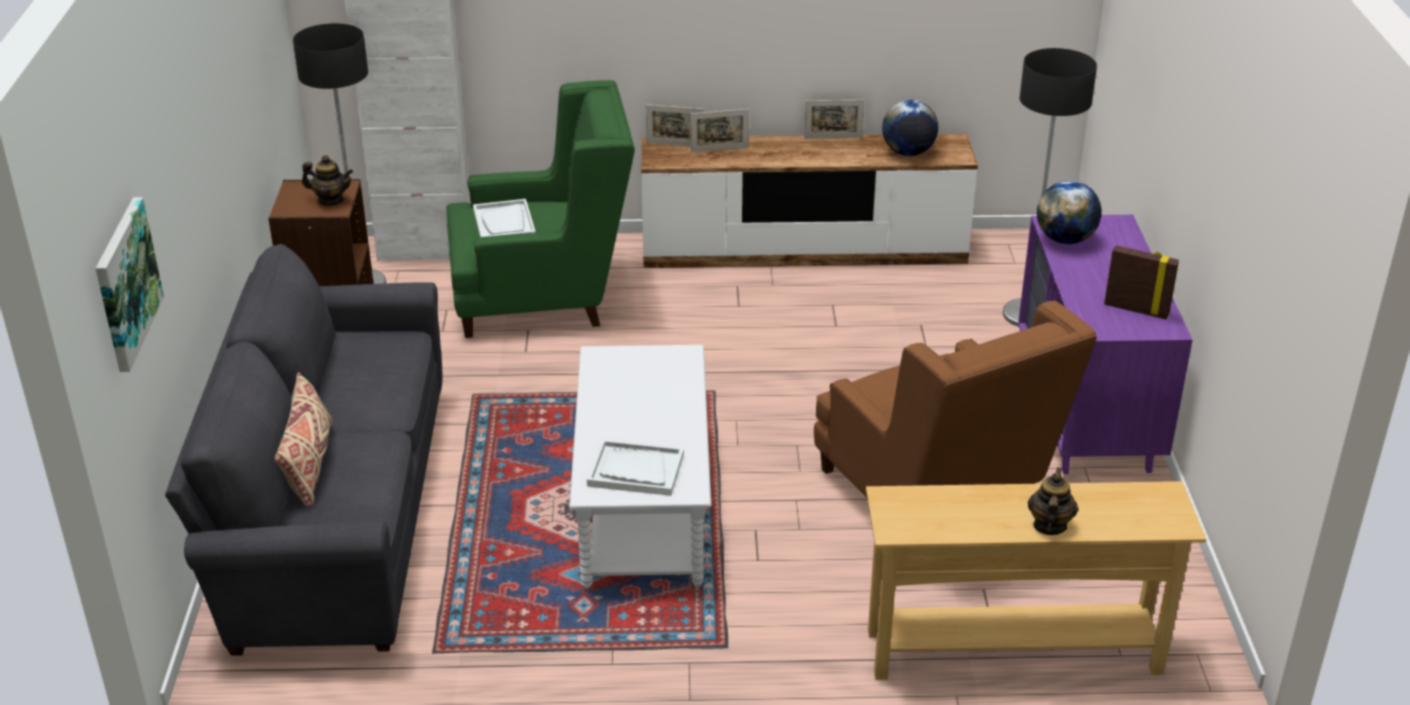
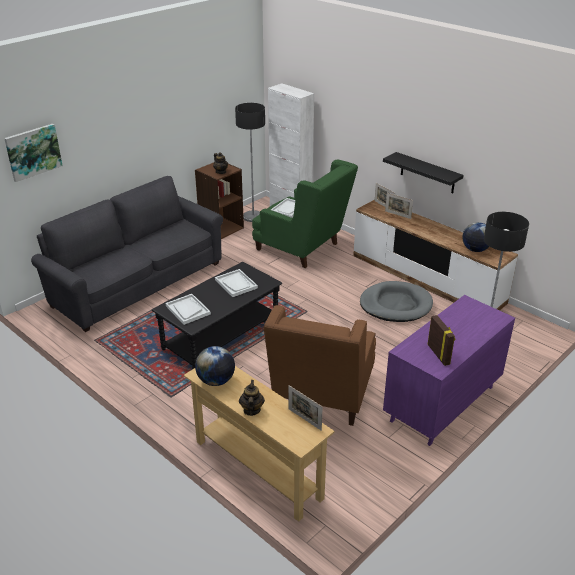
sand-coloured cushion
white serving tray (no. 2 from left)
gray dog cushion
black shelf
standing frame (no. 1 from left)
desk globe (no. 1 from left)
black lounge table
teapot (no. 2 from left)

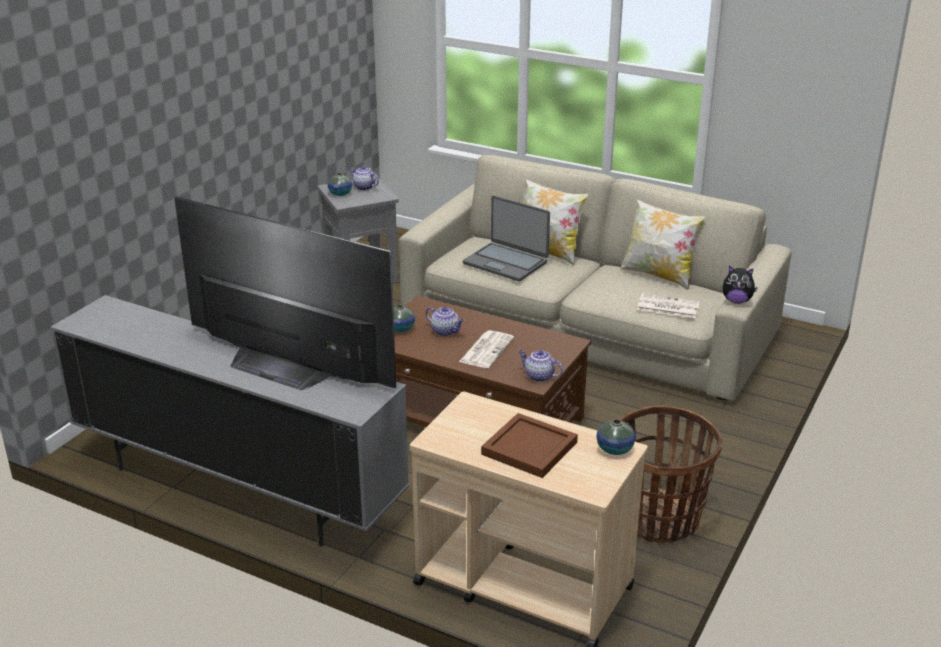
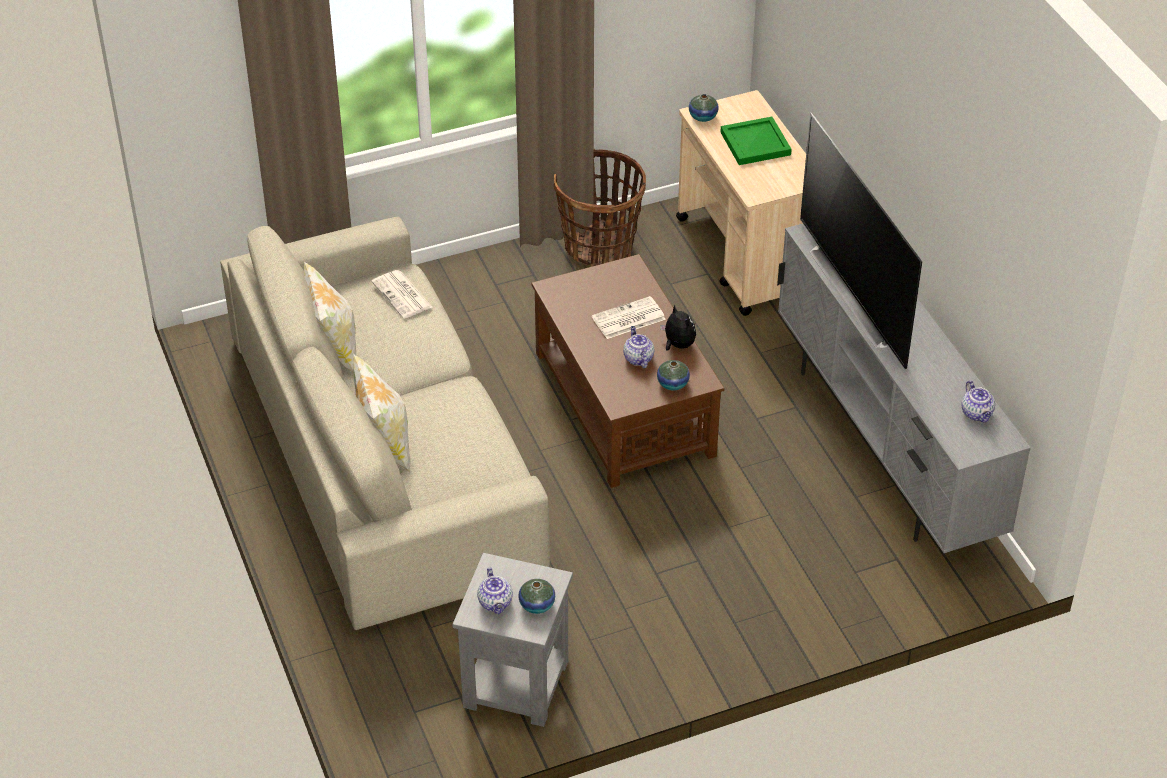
laptop
teapot (no. 3 from left)
soft toy
green serving tray

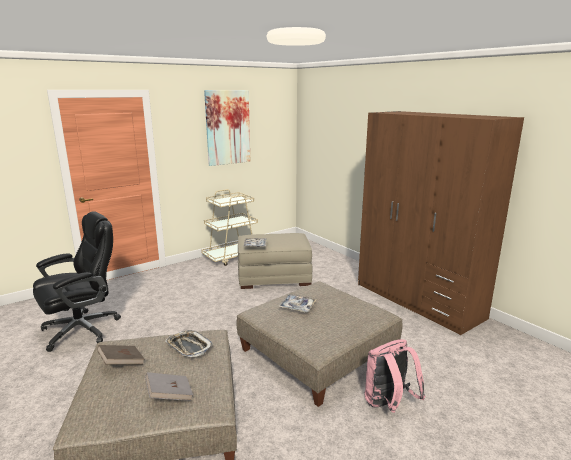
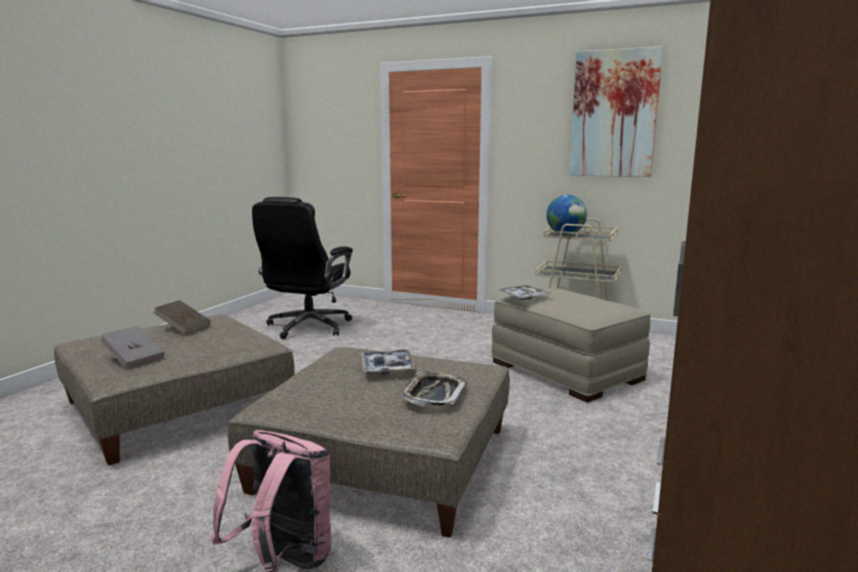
desk globe
serving tray (no. 2 from left)
black desk chair

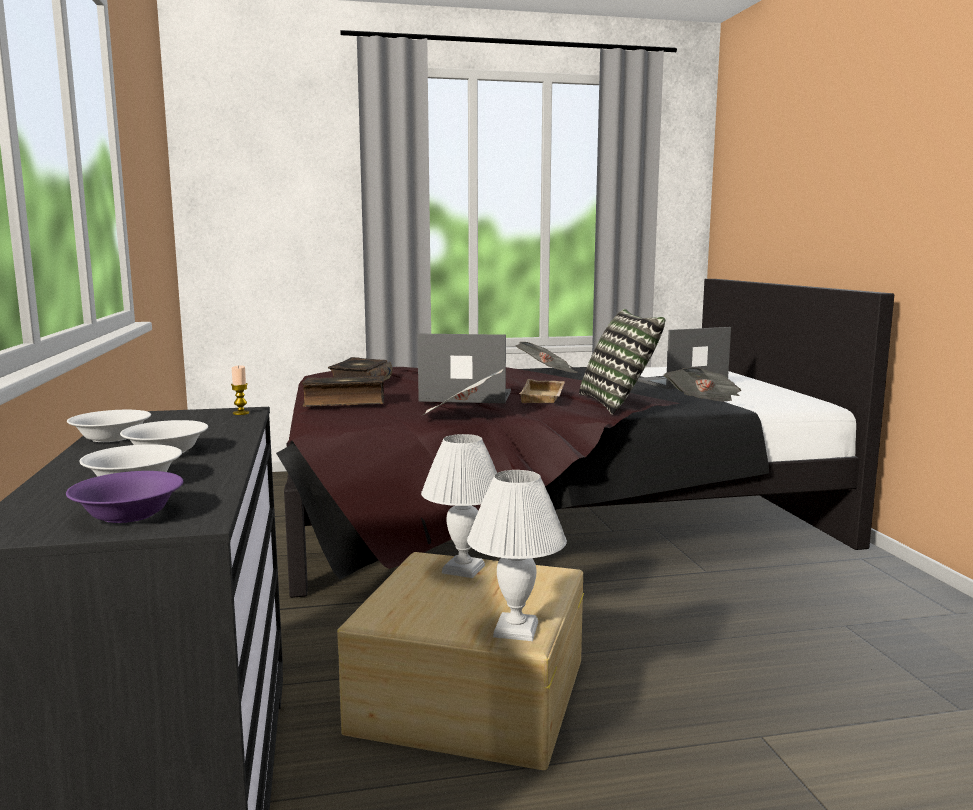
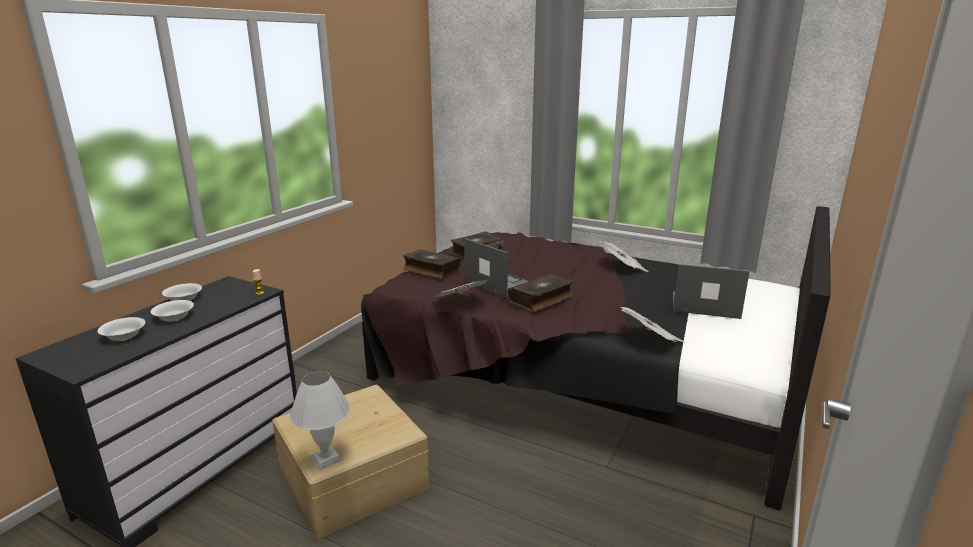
purple serving bowl
white table lamp (no. 1 from left in the first image)
cushion
book (no. 3 from left)

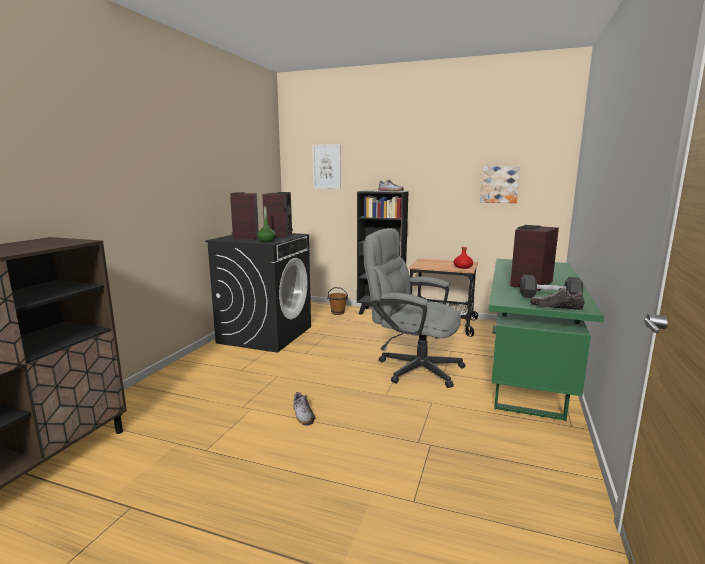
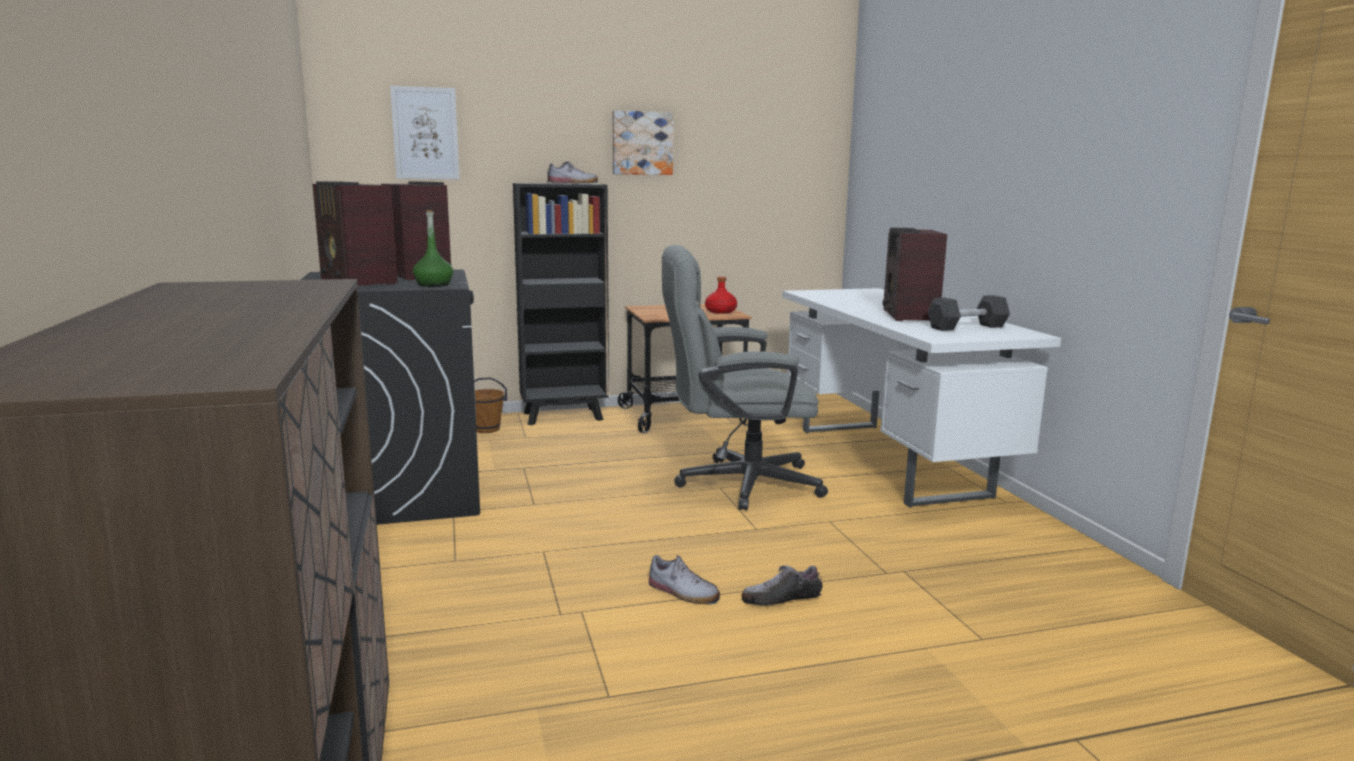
wall picture (no. 2 from left)
shoe (no. 3 from left)
white desk table

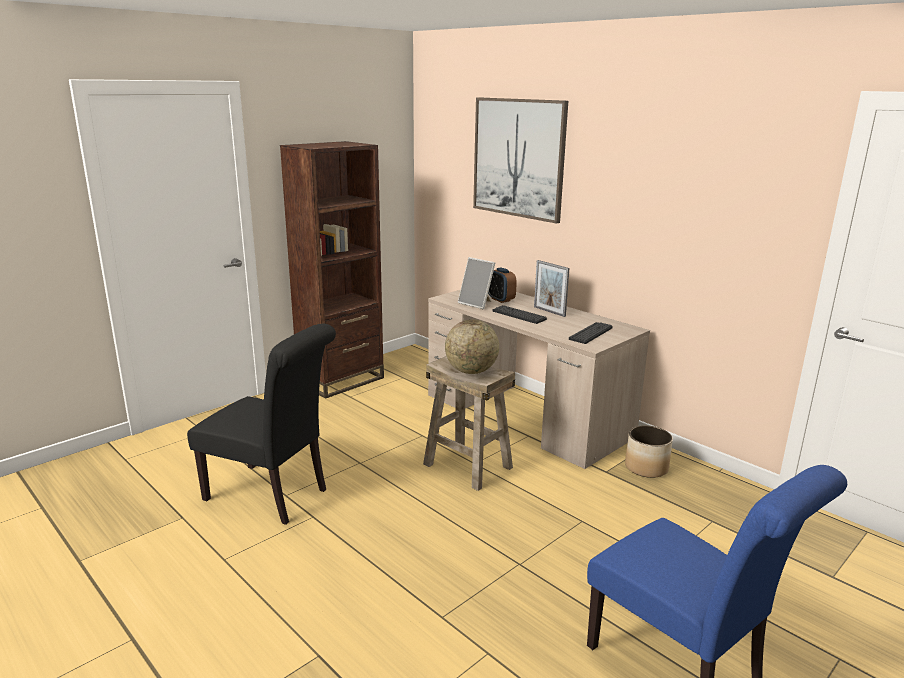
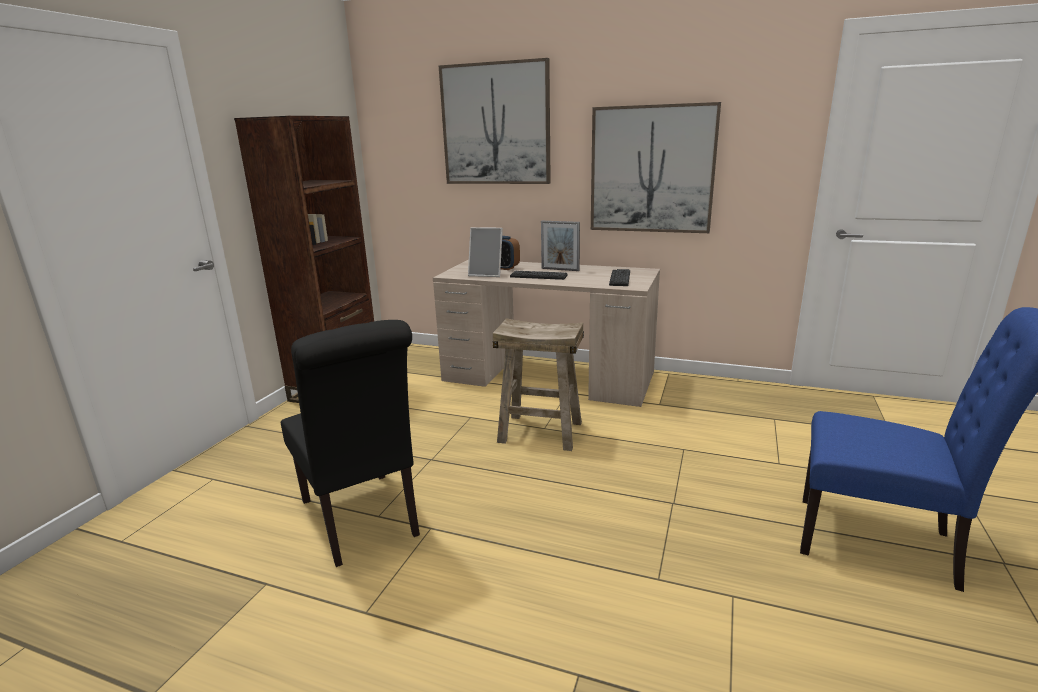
desk globe
plant pot
wall picture (no. 2 from left)
black plain chair

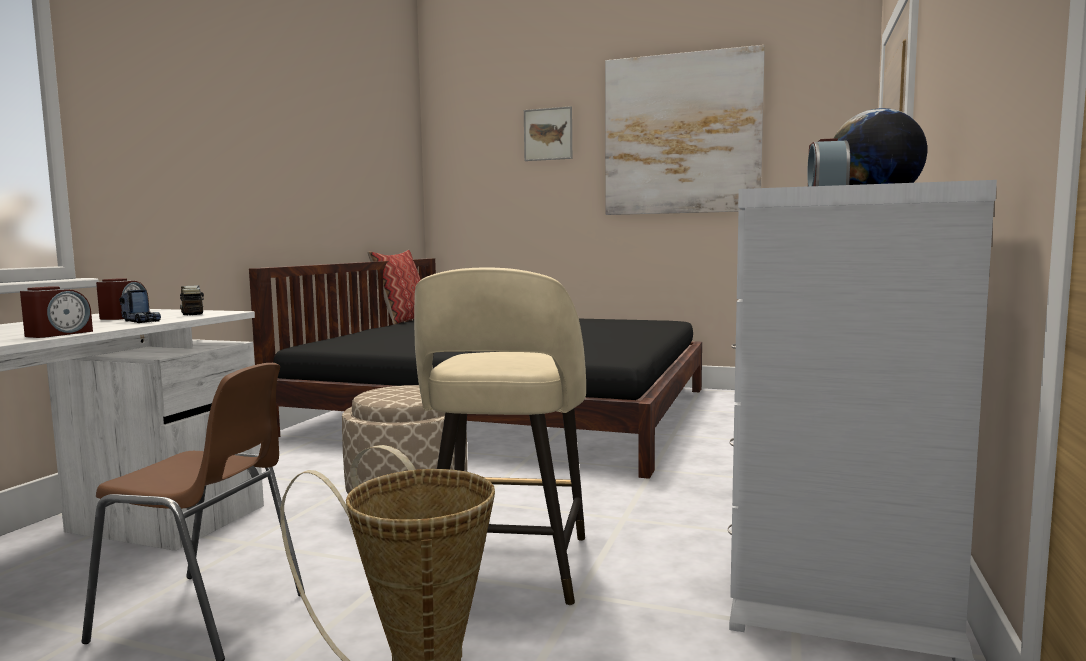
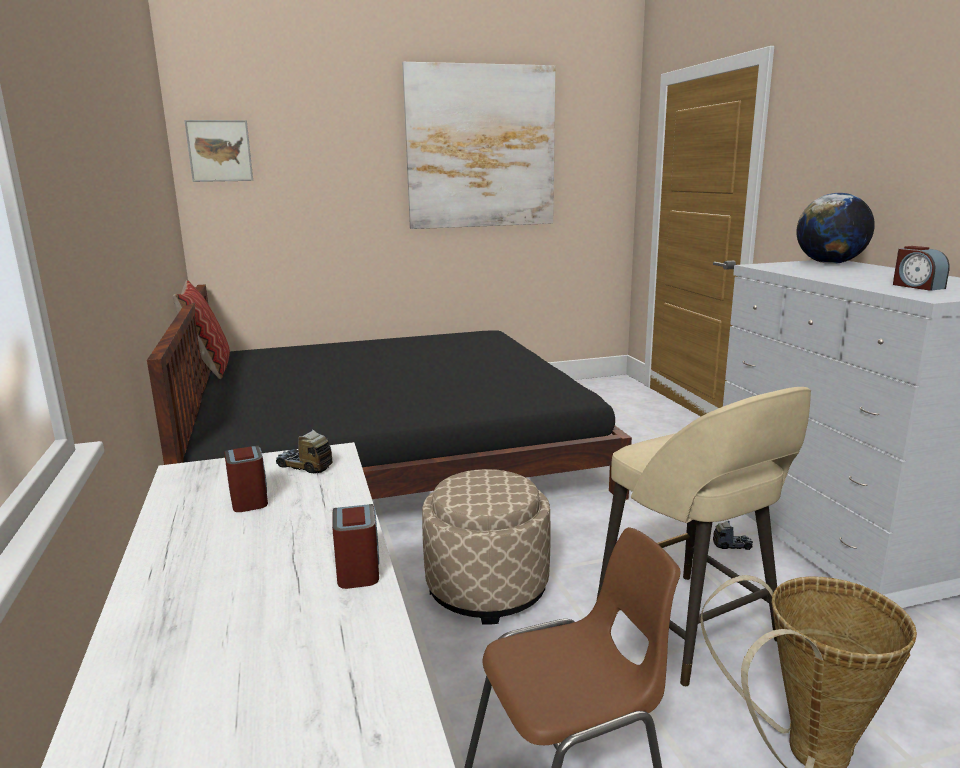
toy lorry (no. 2 from left)
wall picture (no. 1 from left)

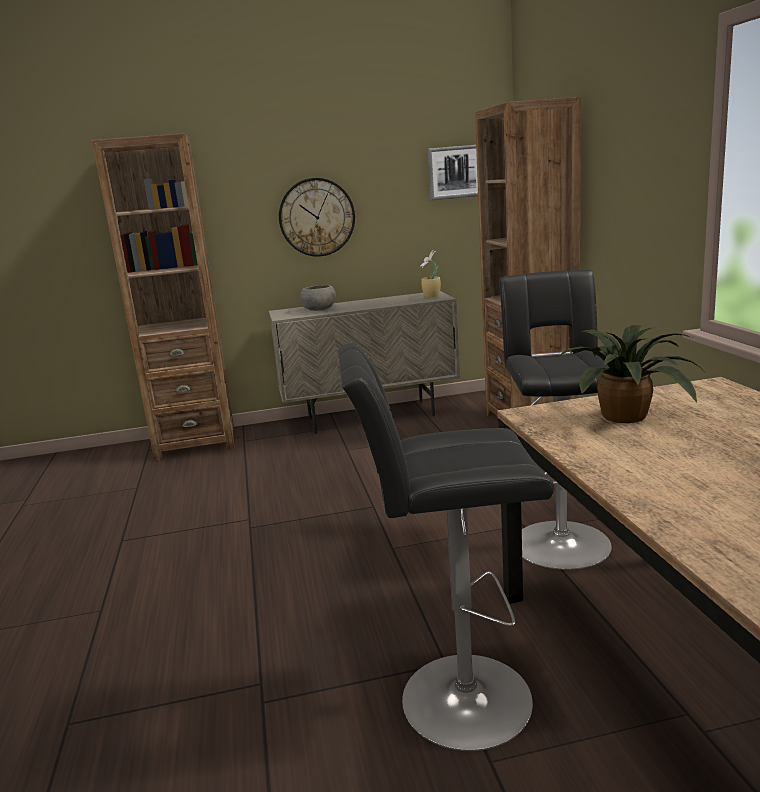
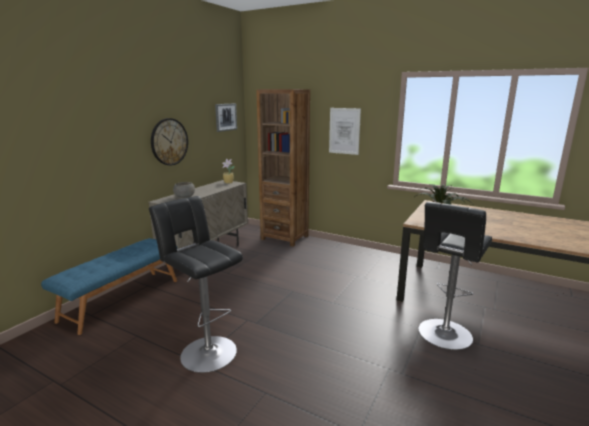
wall picture (no. 2 from left)
black stool (no. 1 from left)
bluish indoor bench

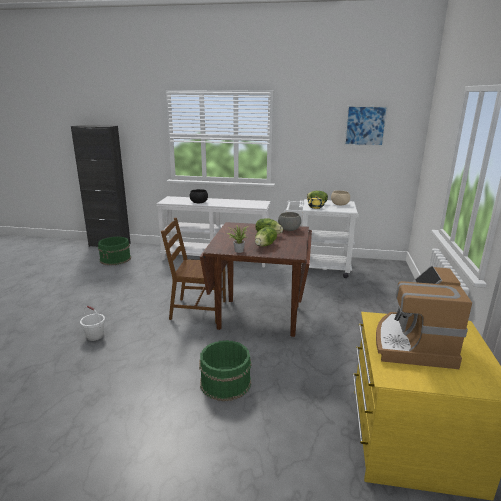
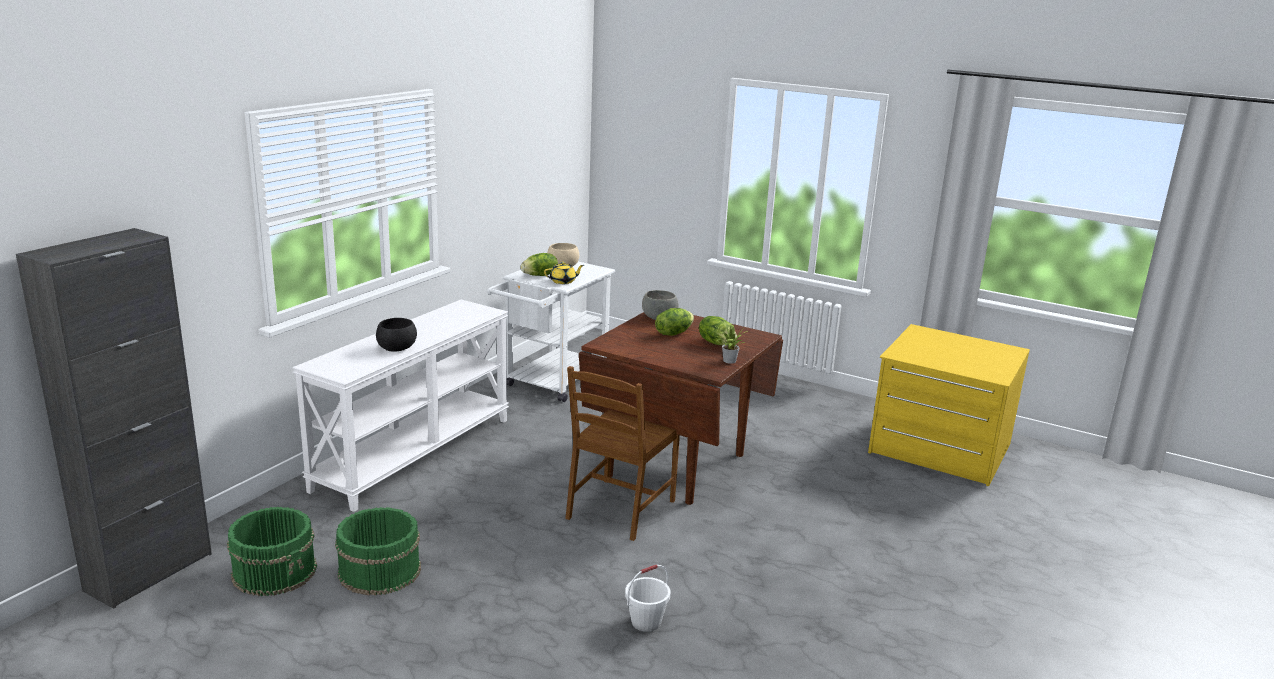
wall picture
coffee brewer
green water bucket (no. 2 from left)

